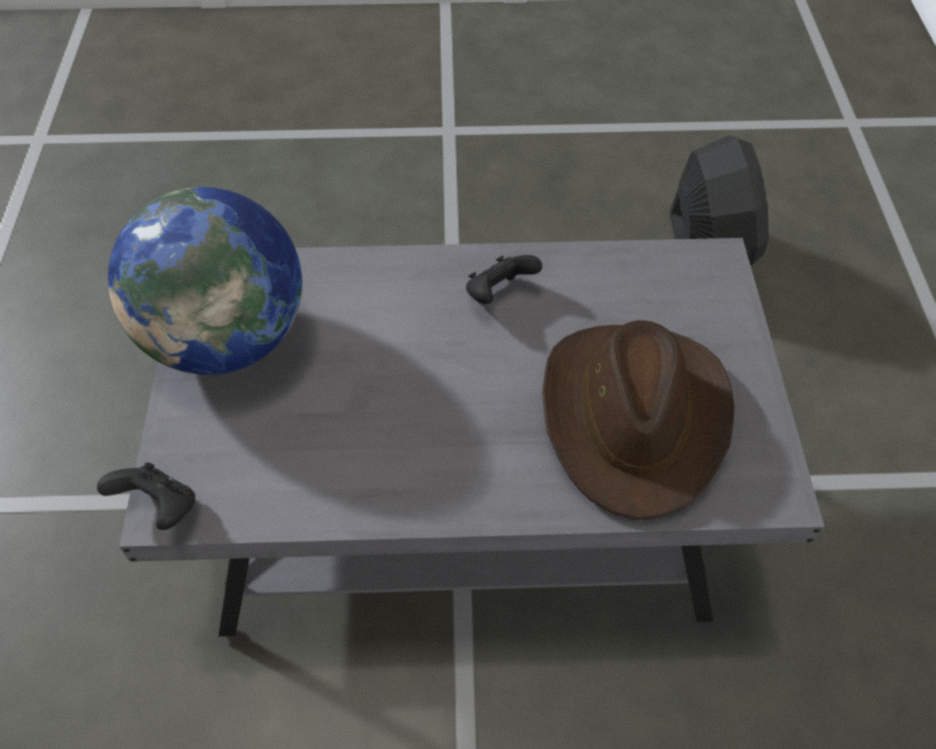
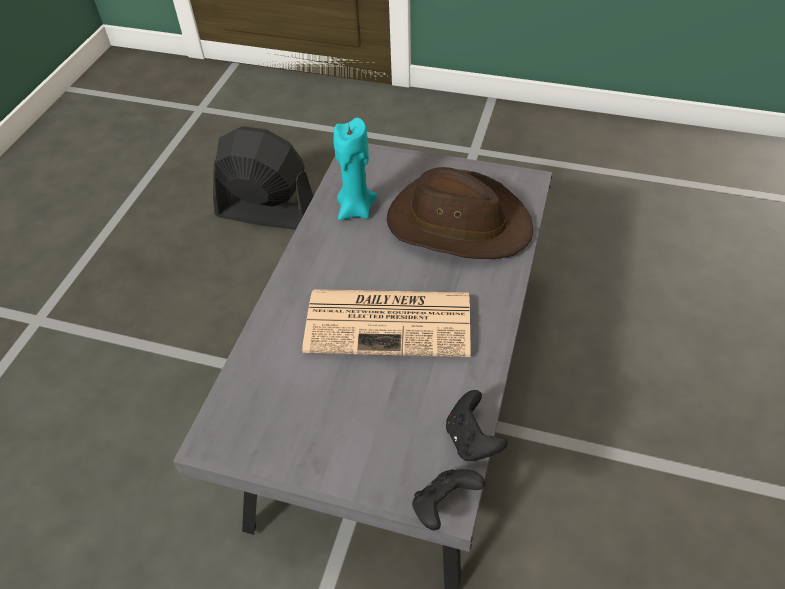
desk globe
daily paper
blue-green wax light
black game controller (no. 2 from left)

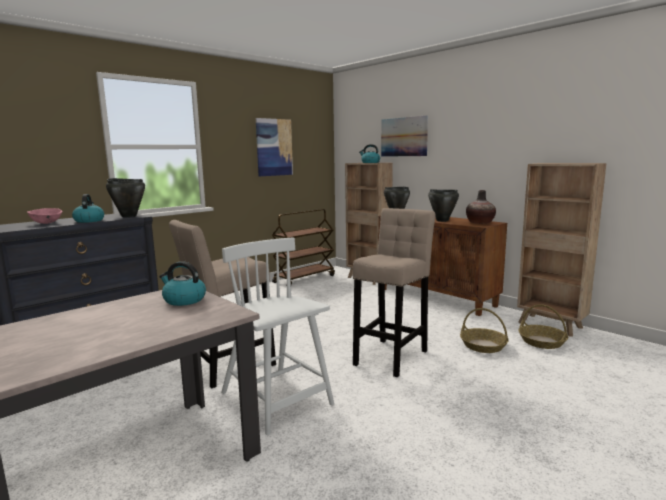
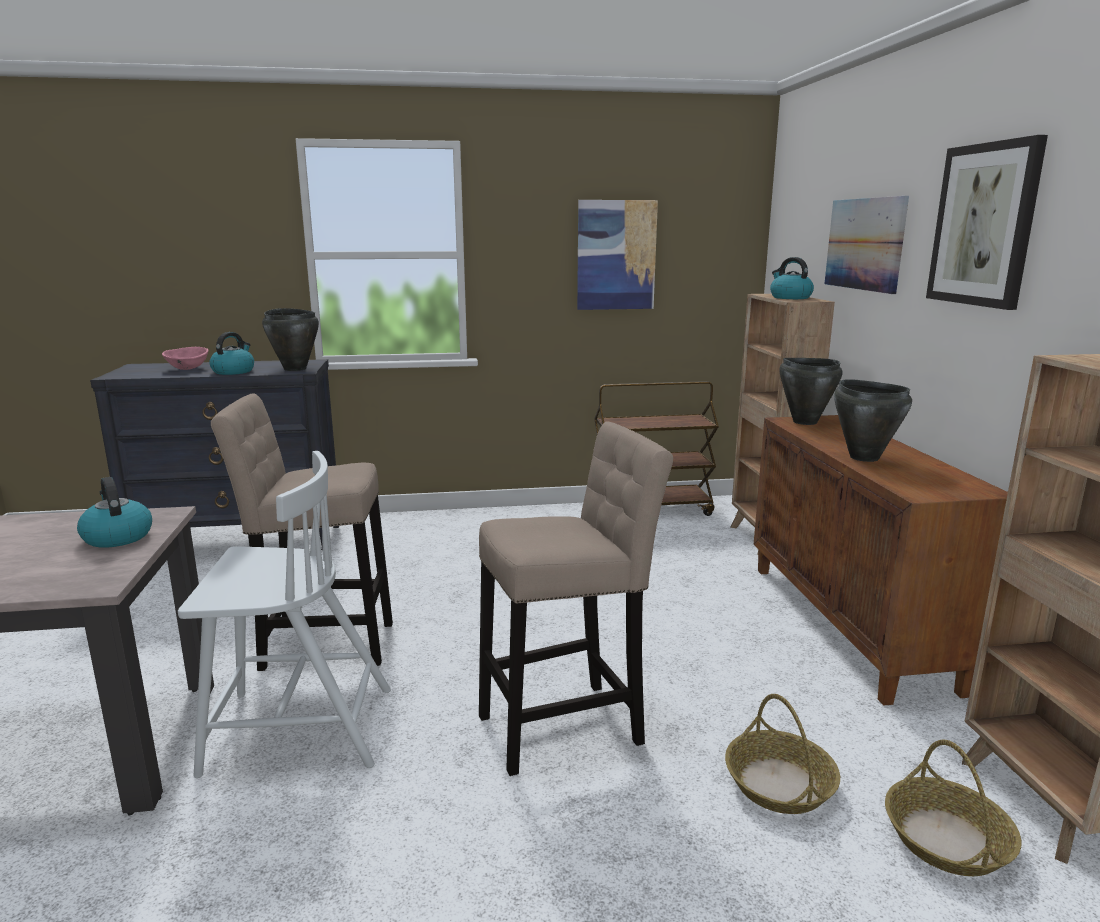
vase
wall picture (no. 3 from left)
white plain chair

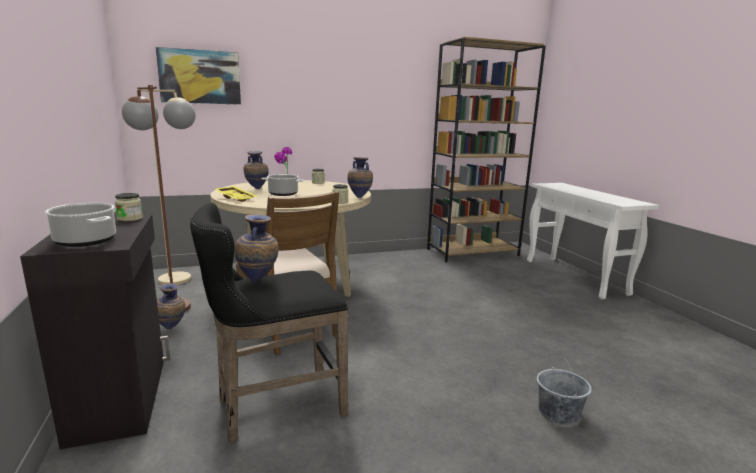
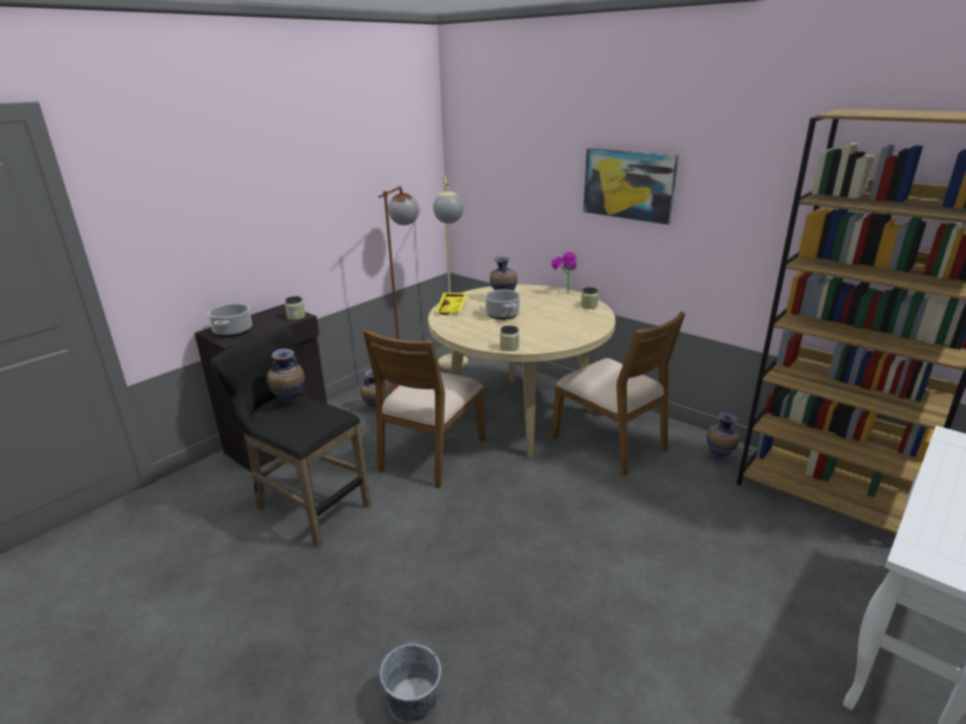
brownish plain chair (no. 2 from left)
wall picture
vase (no. 4 from left)

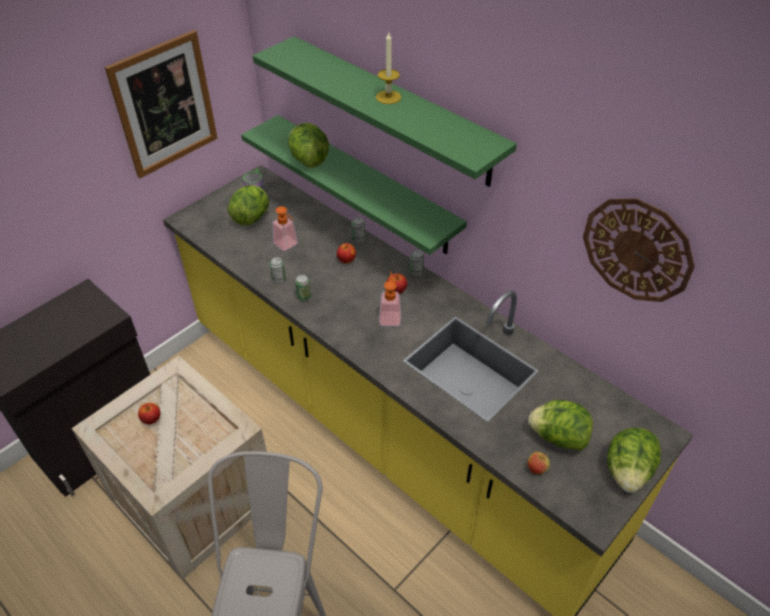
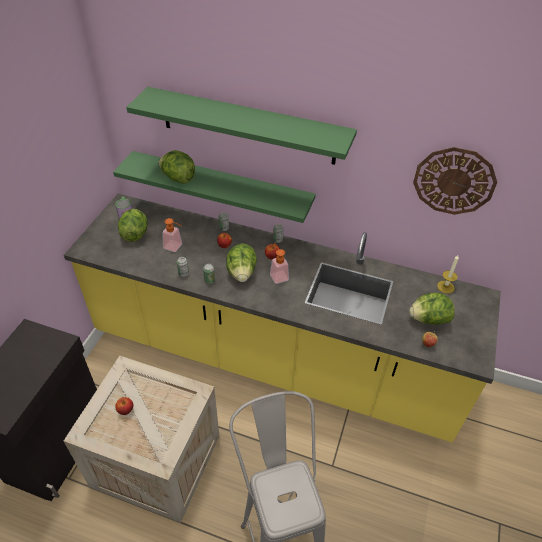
wall picture
wax light
head of lettuce (no. 3 from left)

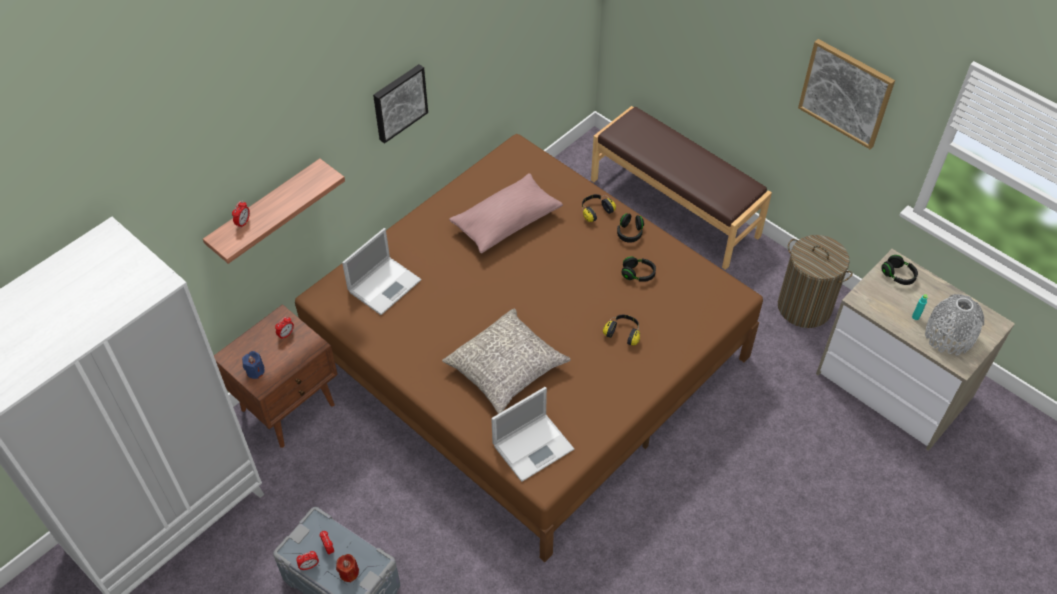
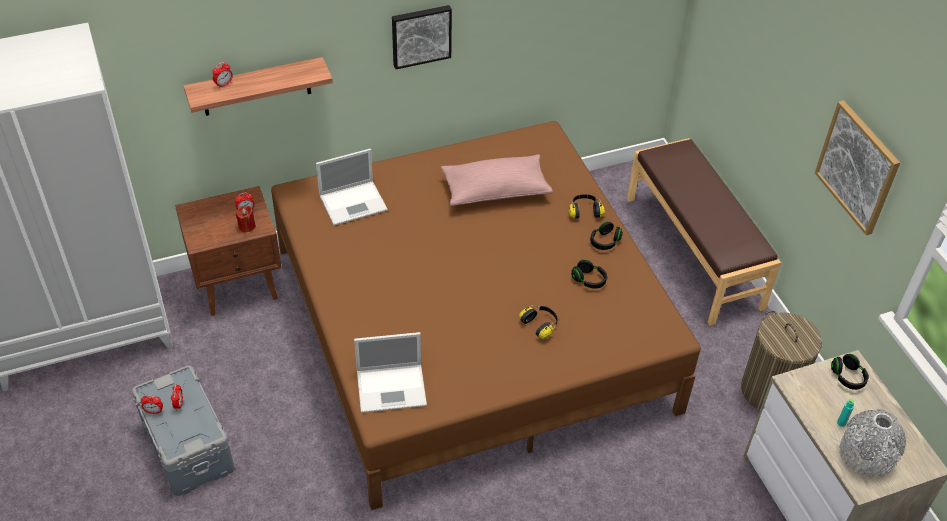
bluish wax light
gray cushion
red-coloured wax light

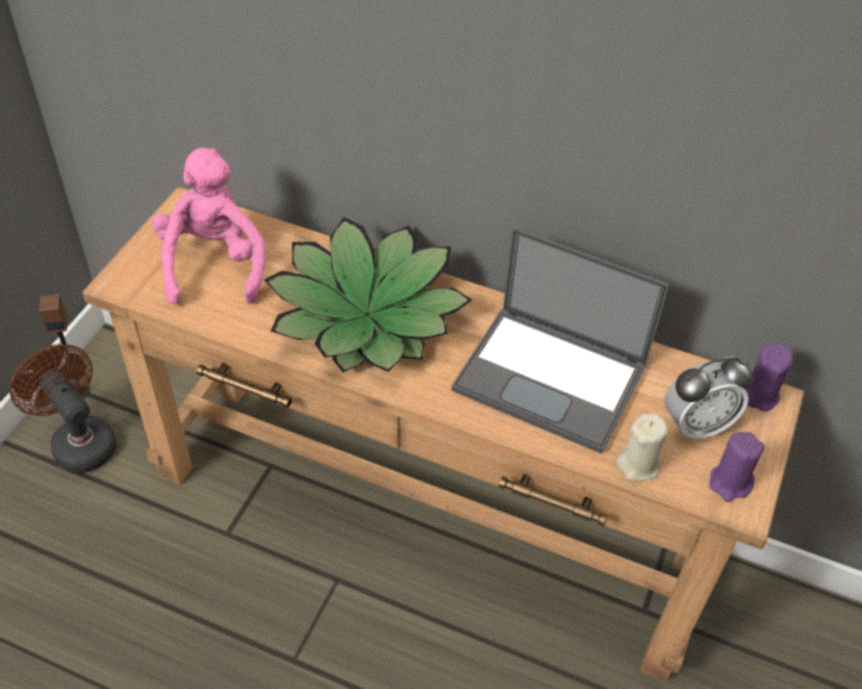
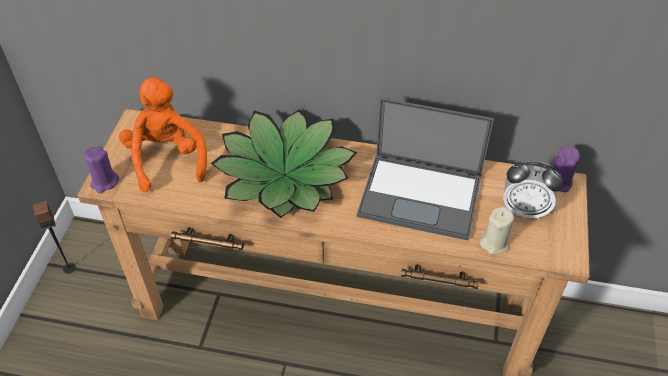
brownish cooling fan
purple wax light (no. 1 from left)
orange soft toy
table clock

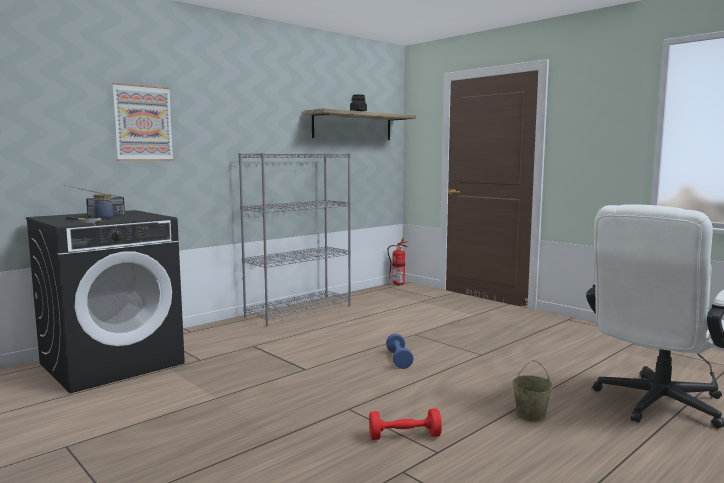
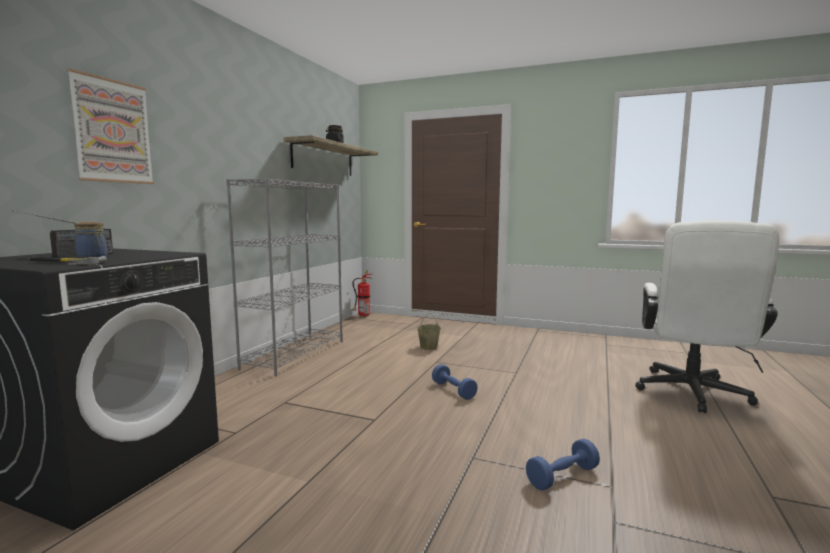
sand-coloured water bucket
bluish hand weight (no. 2 from left)

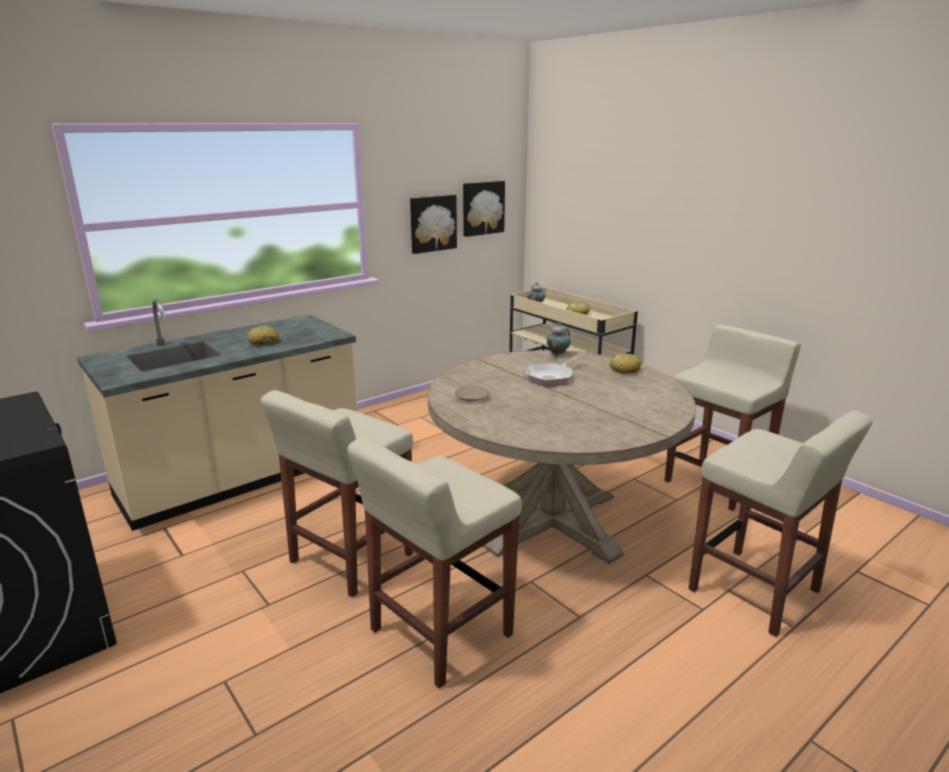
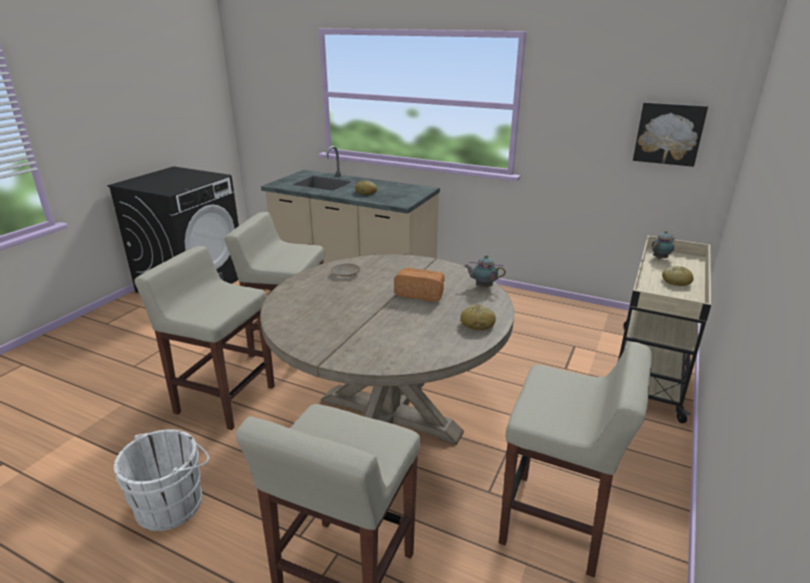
wall picture (no. 1 from left in the first image)
white water bucket
bakery bread (no. 2 from left)

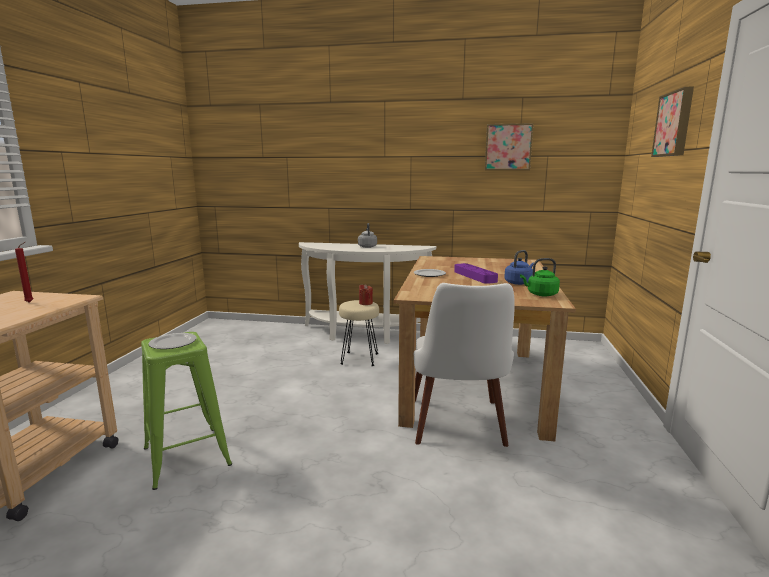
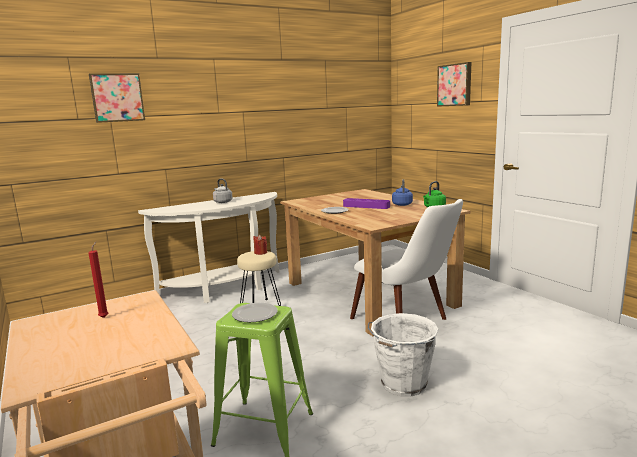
white water bucket
wall picture (no. 1 from left)

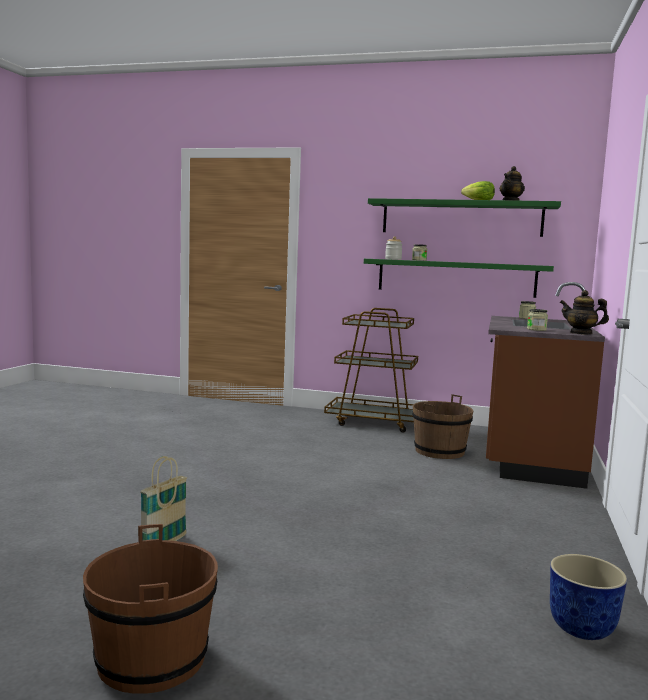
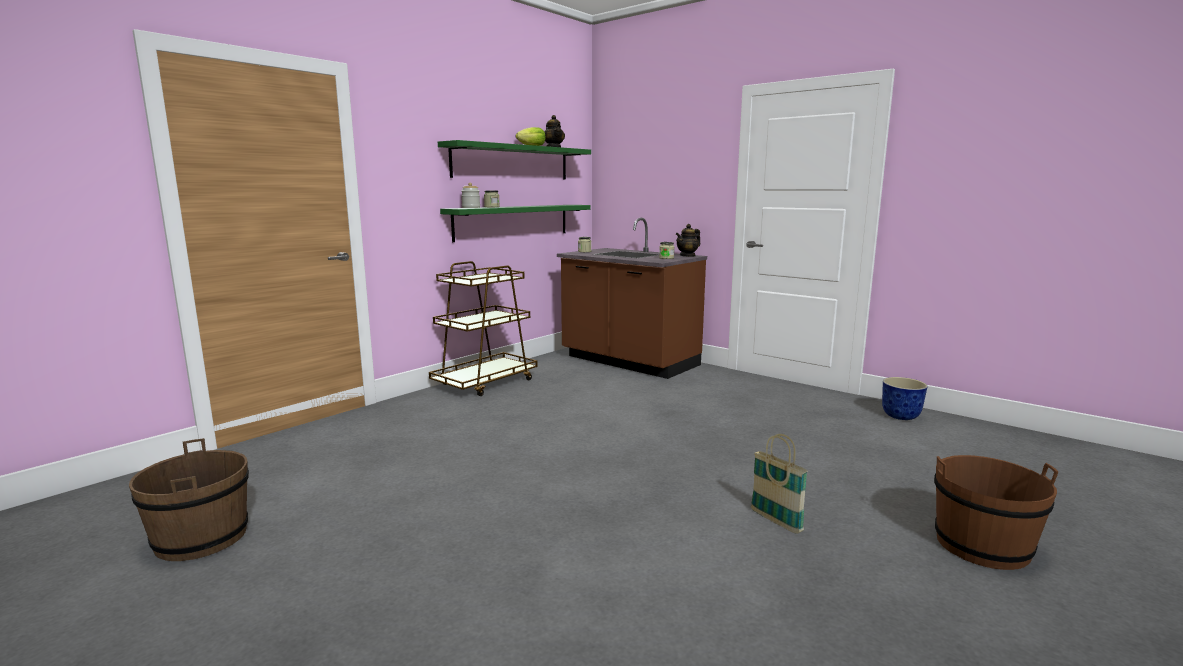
brownish water bucket (no. 1 from left)

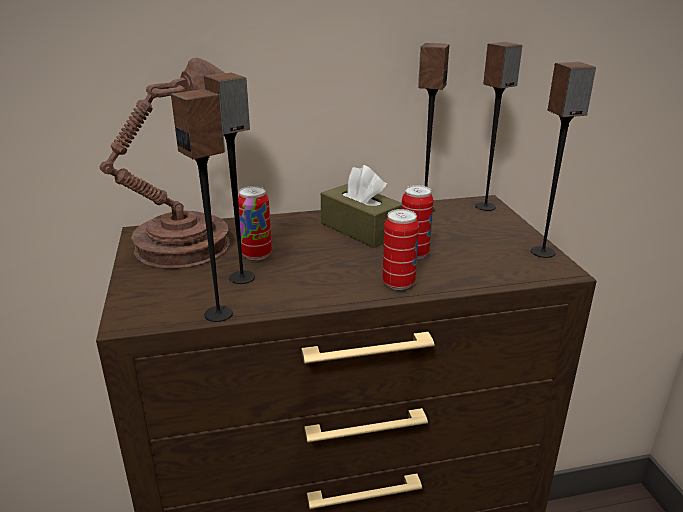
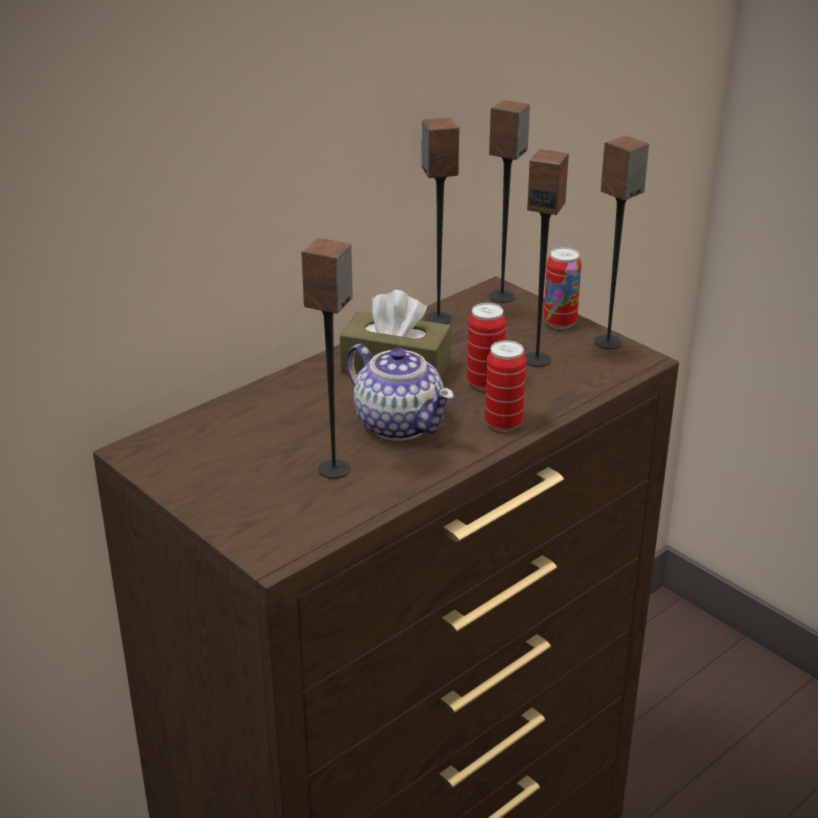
brownish table lamp
teapot
loudspeaker (no. 4 from left)
can (no. 3 from left)

